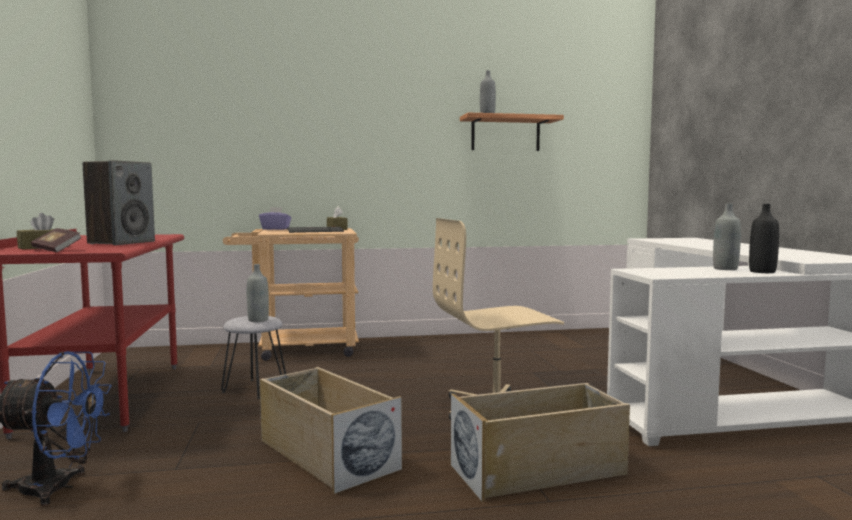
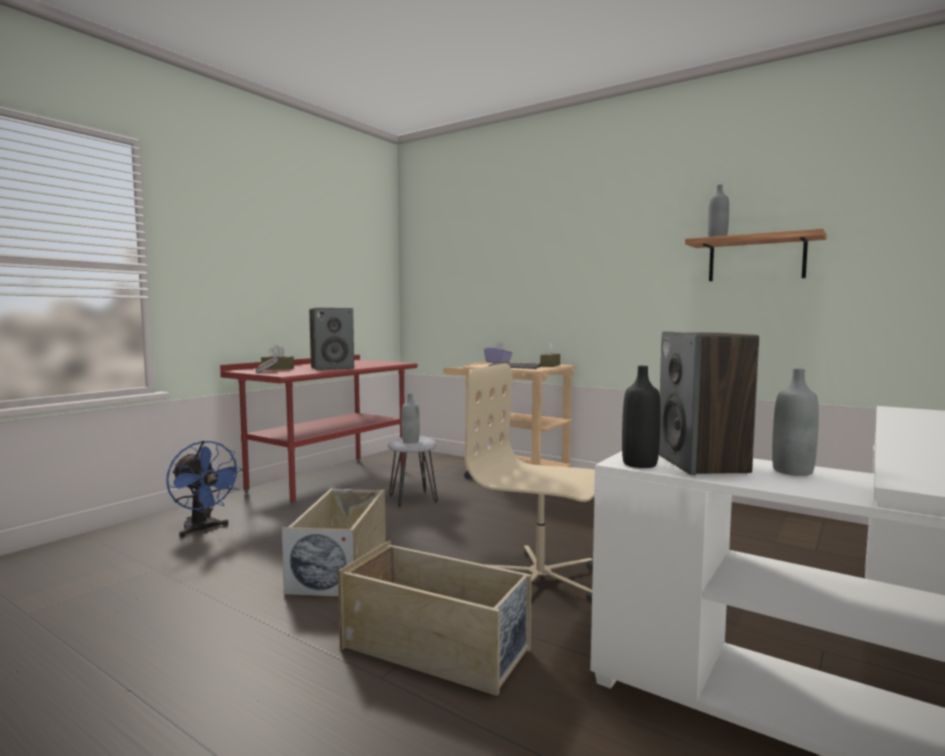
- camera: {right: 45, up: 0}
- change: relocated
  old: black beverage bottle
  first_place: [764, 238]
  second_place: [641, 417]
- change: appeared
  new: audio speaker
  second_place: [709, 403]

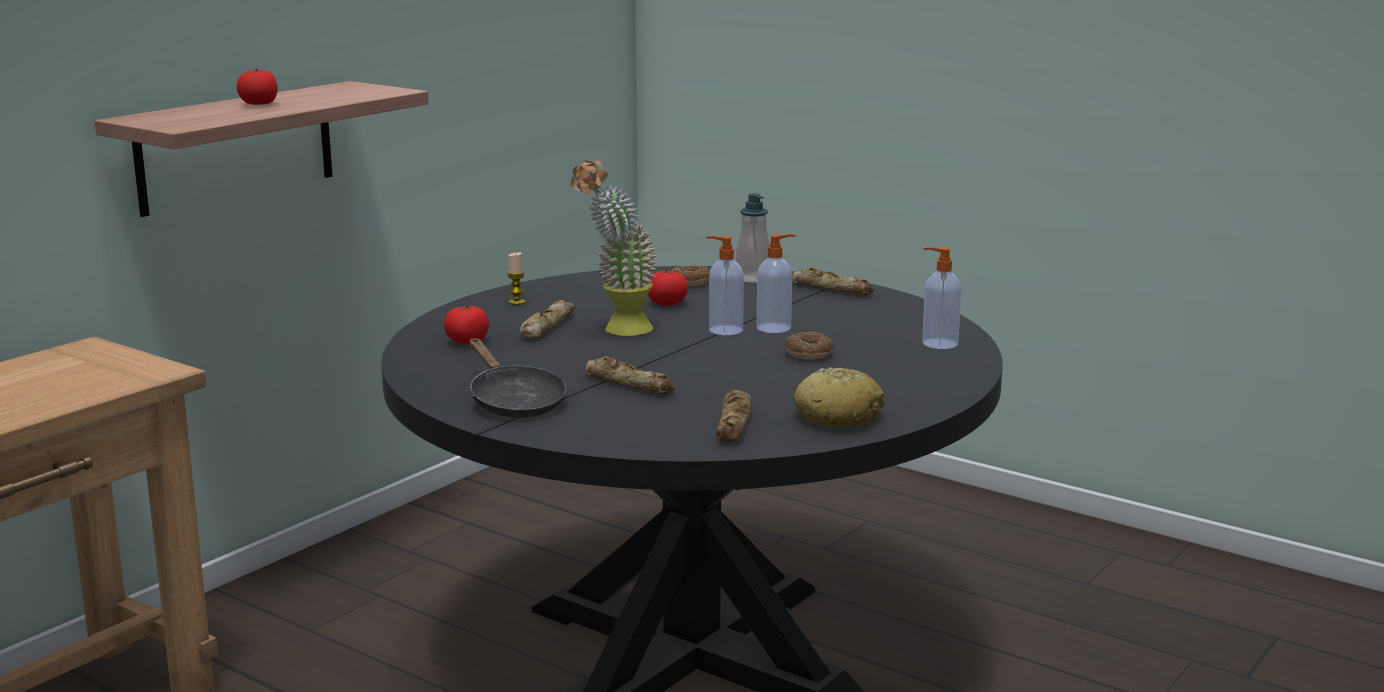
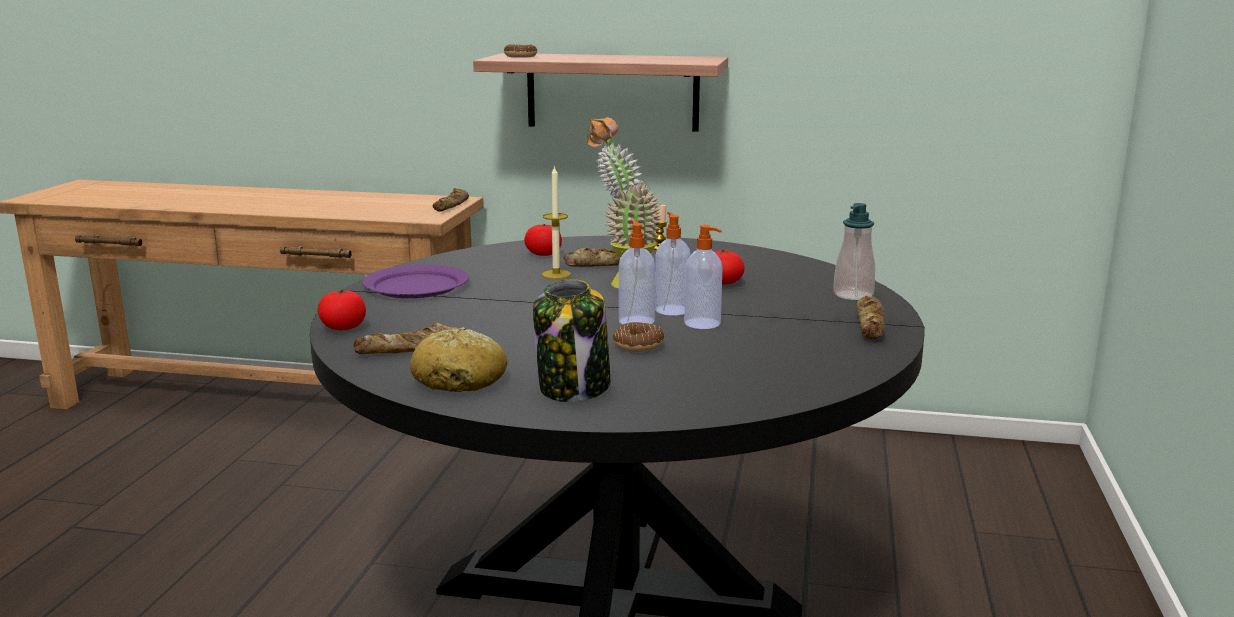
- camera: {right: 65, up: 0}
- change: relocated
  old: fresh tomato
  first_place: [257, 87]
  second_place: [342, 310]
- change: exchanged
  old: black pan
  new: purplish flat dish
  first_place: [517, 378]
  second_place: [415, 281]
- change: relocated
  old: baked bread
  first_place: [630, 375]
  second_place: [451, 199]
- change: relocated
  old: ring doughnut
  first_place: [690, 275]
  second_place: [520, 51]
- change: relocated
  old: liquid soap bottle
  first_place: [941, 298]
  second_place: [637, 272]
- change: appeared
  new: preserve jar
  second_place: [571, 340]
- change: appeared
  new: wax candle
  second_place: [556, 222]

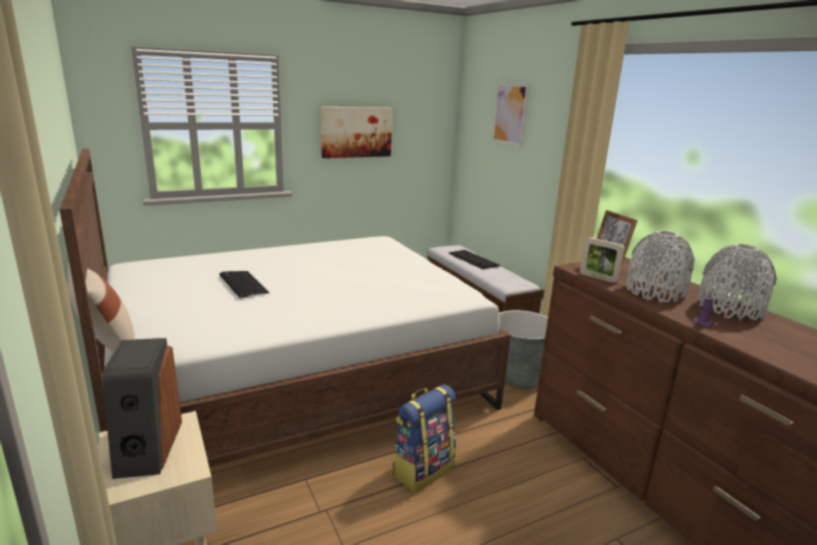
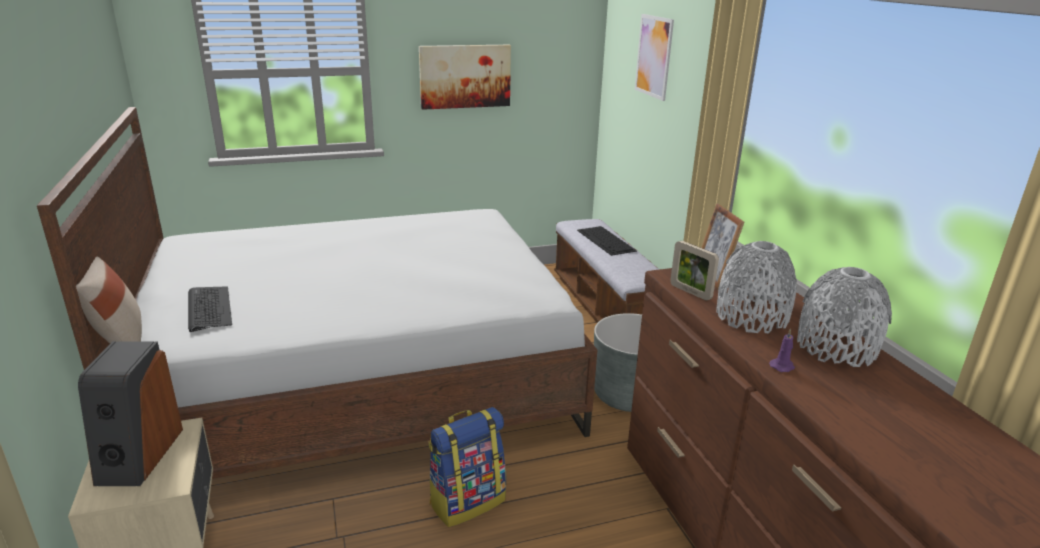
- camera: {right: 10, up: 5}
- change: relocated
  old: keyboard
  first_place: [244, 284]
  second_place: [210, 309]

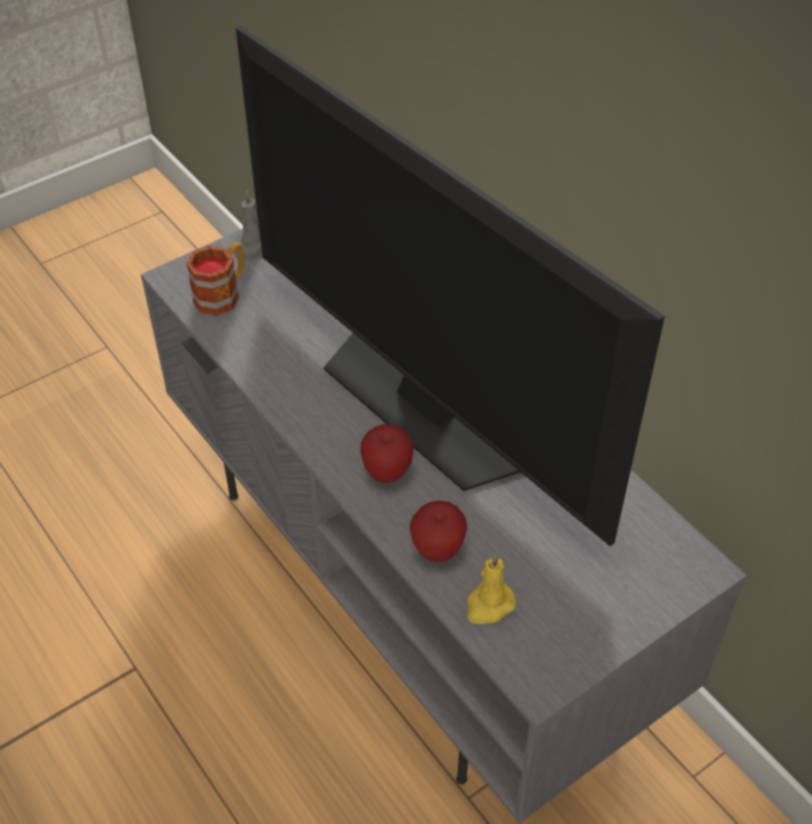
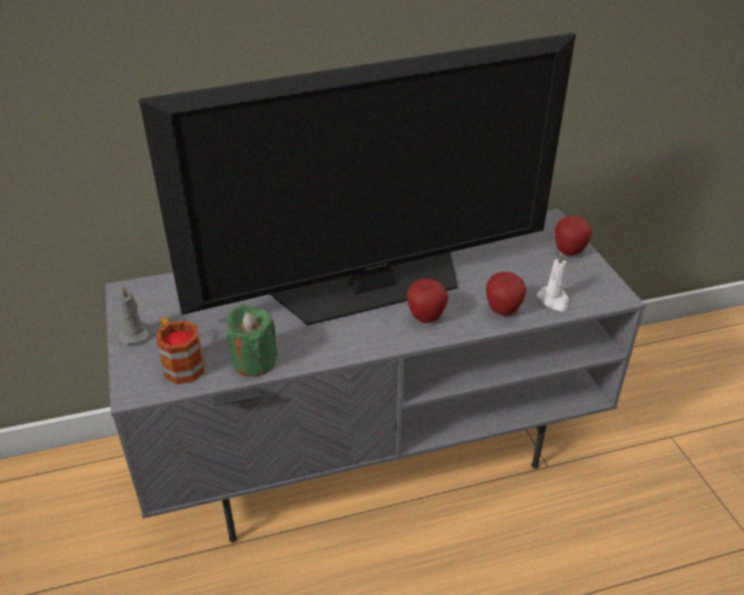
- camera: {right: -70, up: -10}
- change: colour
  old: yellow wax candle
  new: white-coloured wax candle
  first_place: [491, 588]
  second_place: [553, 281]
- change: appeared
  new: green-coloured wax candle
  second_place: [252, 340]
- change: appeared
  new: apple
  second_place: [573, 236]

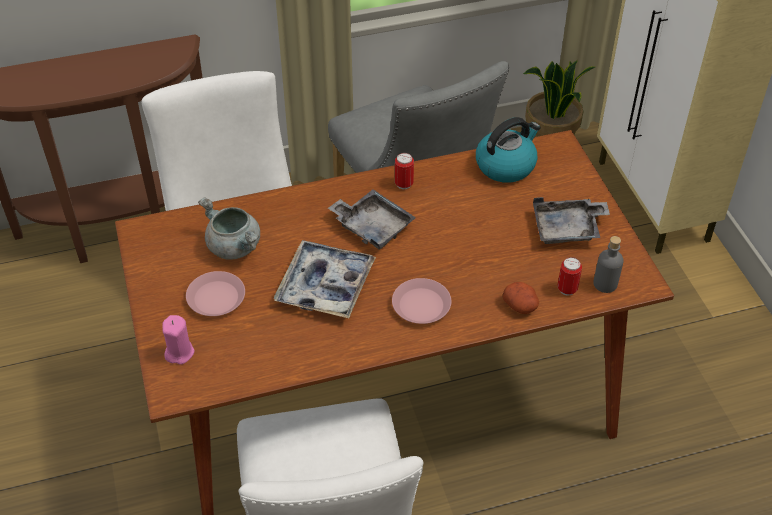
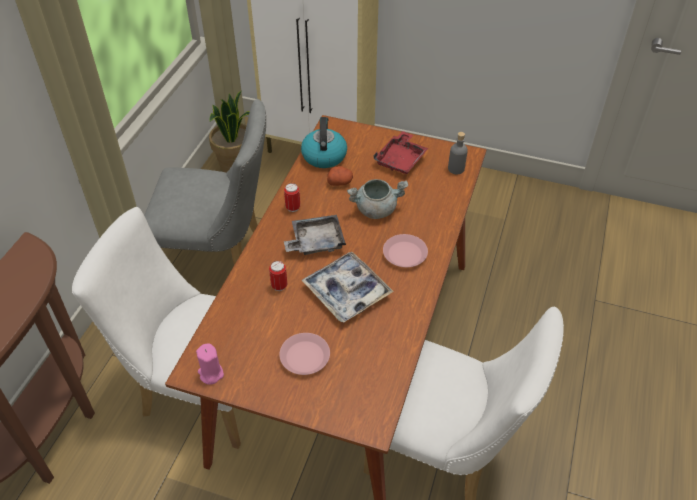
- camera: {right: -55, up: 0}
- change: relocated
  old: pinkish wax candle
  first_place: [178, 340]
  second_place: [210, 364]
- change: relocated
  old: grey stockpot
  first_place: [229, 228]
  second_place: [377, 199]
- change: relocated
  old: potato
  first_place: [521, 298]
  second_place: [340, 176]
- change: colour
  old: grey serving tray
  new: red serving tray
  first_place: [571, 220]
  second_place: [400, 152]
- change: relocated
  old: sealed can
  first_place: [569, 276]
  second_place: [278, 276]

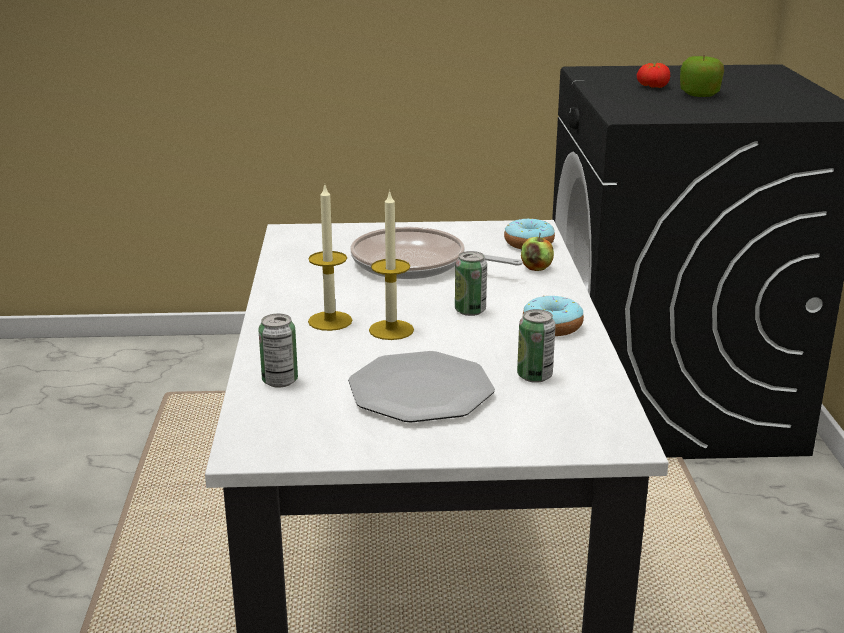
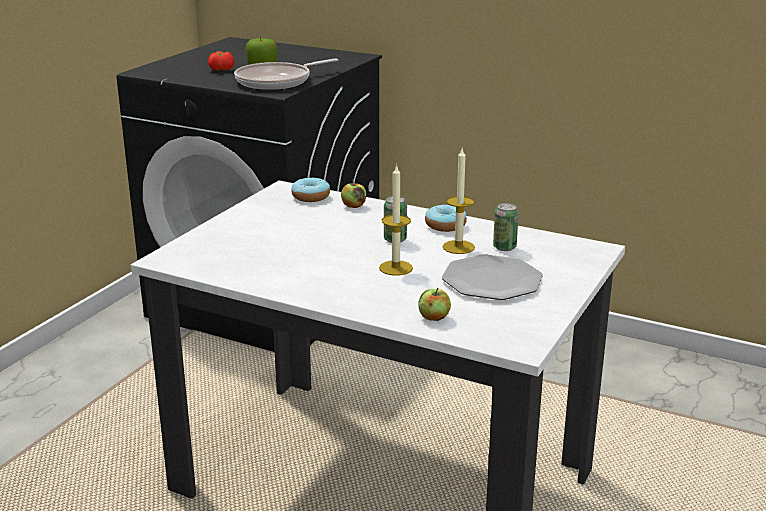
- camera: {right: -60, up: 0}
- change: exchanged
  old: sealed can
  new: apple
  first_place: [278, 351]
  second_place: [434, 304]
- change: relocated
  old: wax candle
  first_place: [330, 258]
  second_place: [459, 201]
- change: relocated
  old: pan
  first_place: [436, 253]
  second_place: [286, 74]

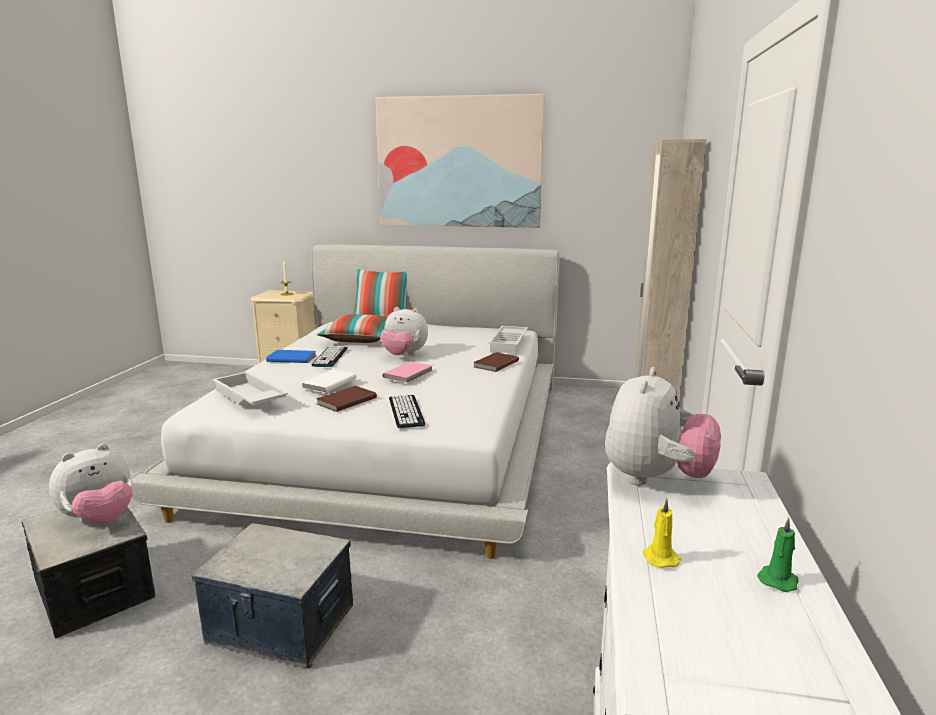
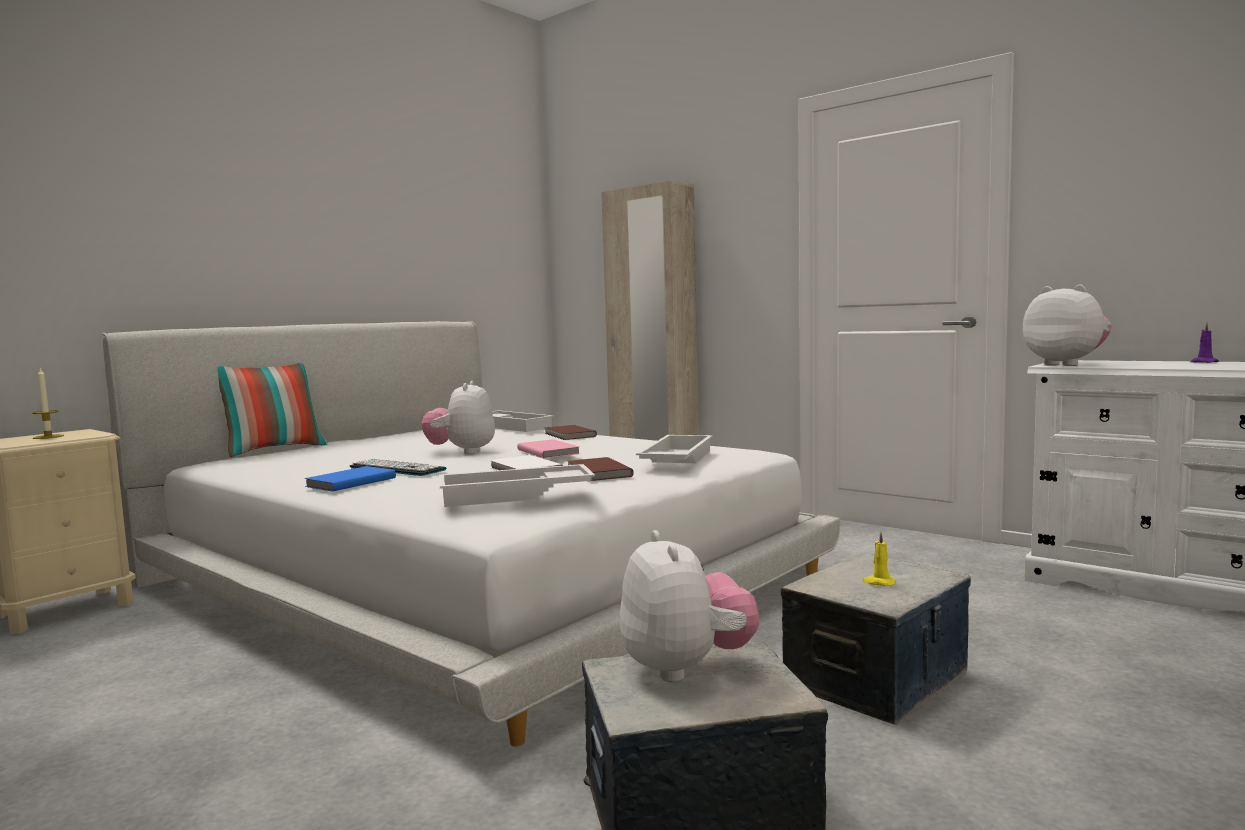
- camera: {right: -60, up: -10}
- change: missing
  old: throw pillow
  first_place: [352, 328]
- change: missing
  old: picture
  first_place: [459, 161]
- change: spun
  old: soft toy
  first_place: [404, 331]
  second_place: [458, 417]
  degrees: 135
- change: exchanged
  old: keyboard
  new: white-coloured serving tray
  first_place: [407, 411]
  second_place: [674, 449]
- change: relocated
  old: yellow wax candle
  first_place: [662, 533]
  second_place: [879, 559]
- change: colour
  old: green-coloured wax candle
  new: purplish wax candle
  first_place: [777, 555]
  second_place: [1204, 342]

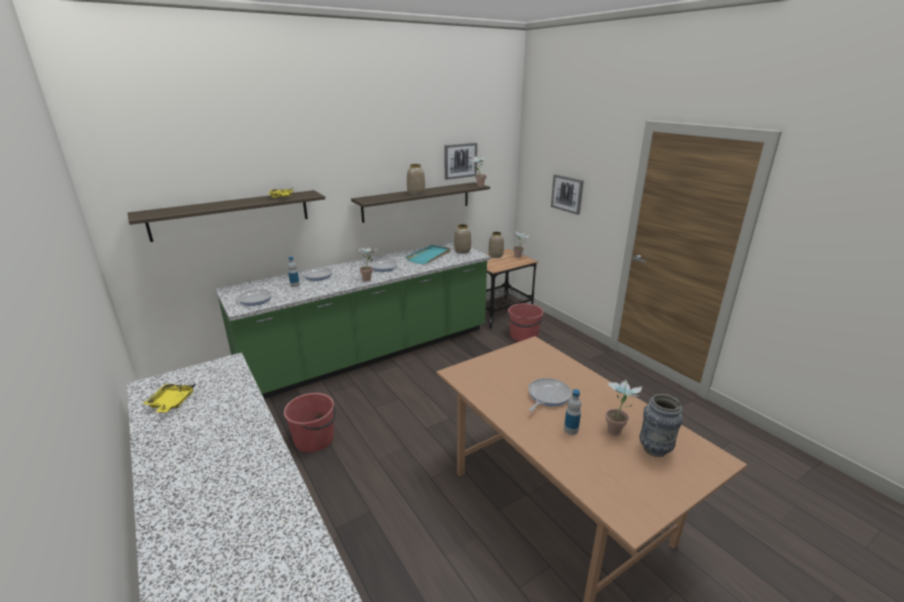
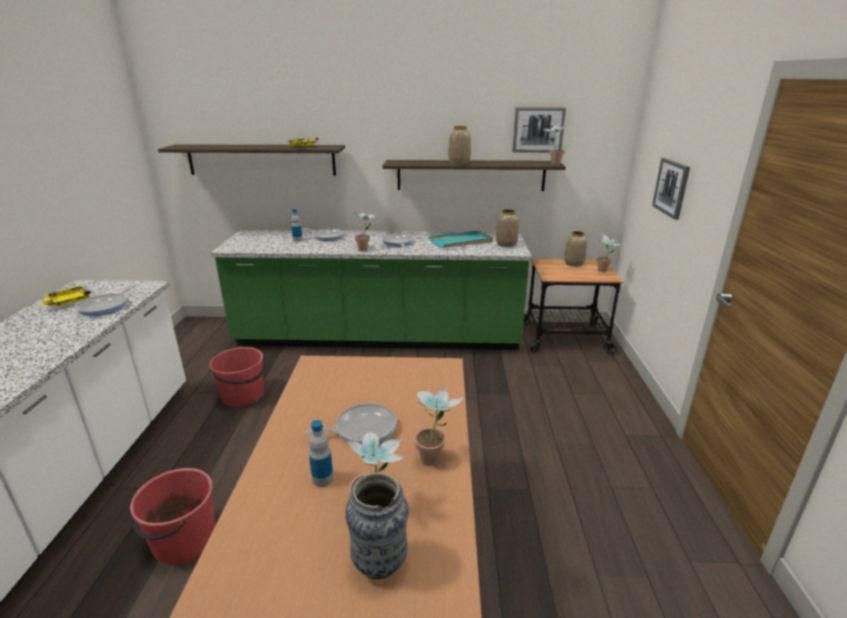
- camera: {right: 35, up: 0}
- change: relocated
  old: pan
  first_place: [255, 294]
  second_place: [106, 300]
- change: relocated
  old: red bucket
  first_place: [525, 322]
  second_place: [172, 516]
- change: appeared
  new: plant in a pot
  second_place: [438, 427]

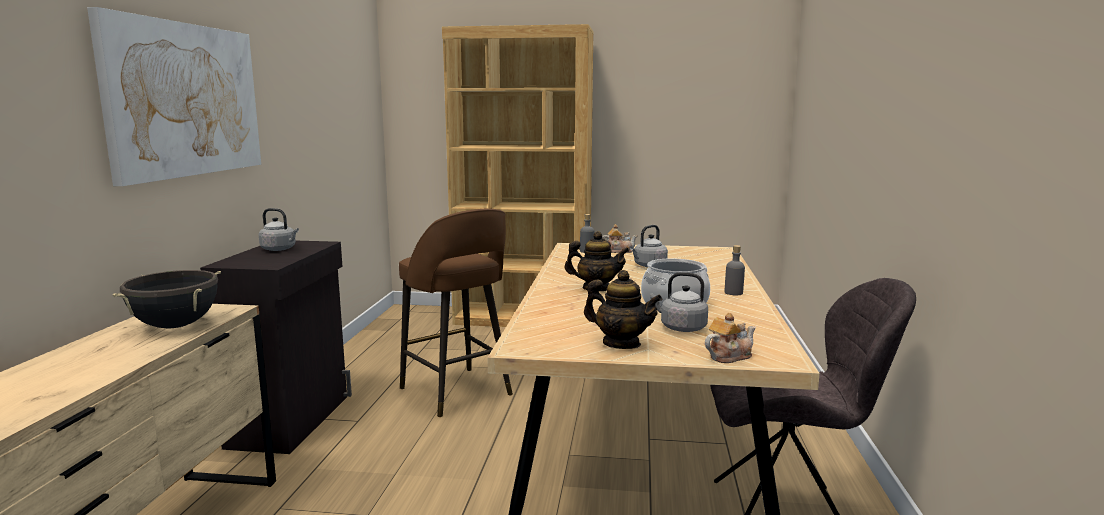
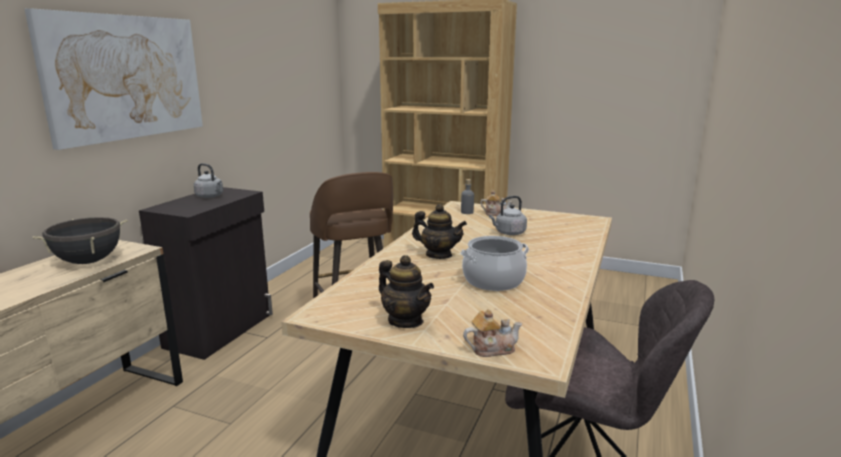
- camera: {right: 15, up: 5}
- change: missing
  old: grey tea kettle
  first_place: [679, 302]
- change: missing
  old: grey beverage bottle
  first_place: [735, 270]

